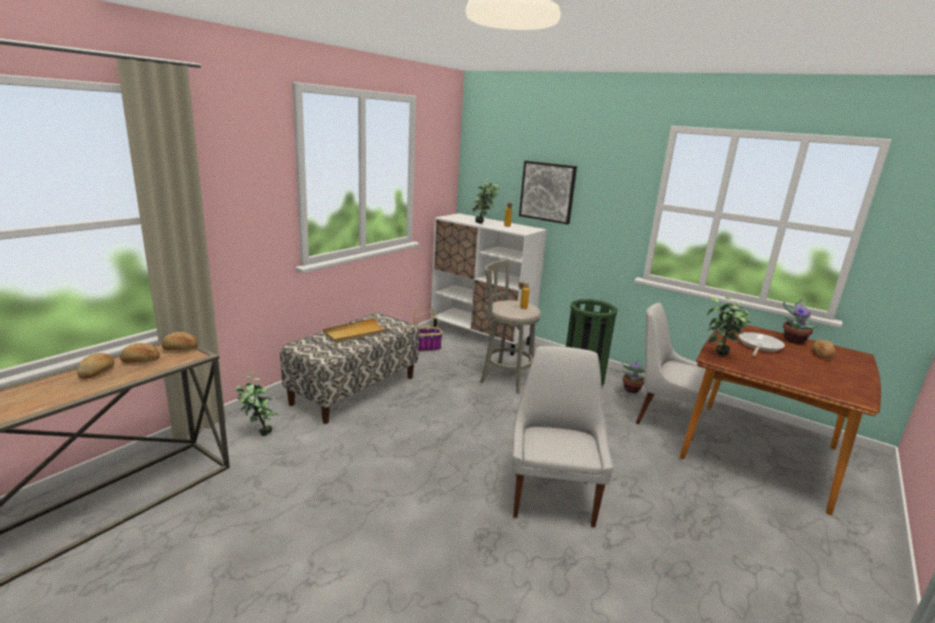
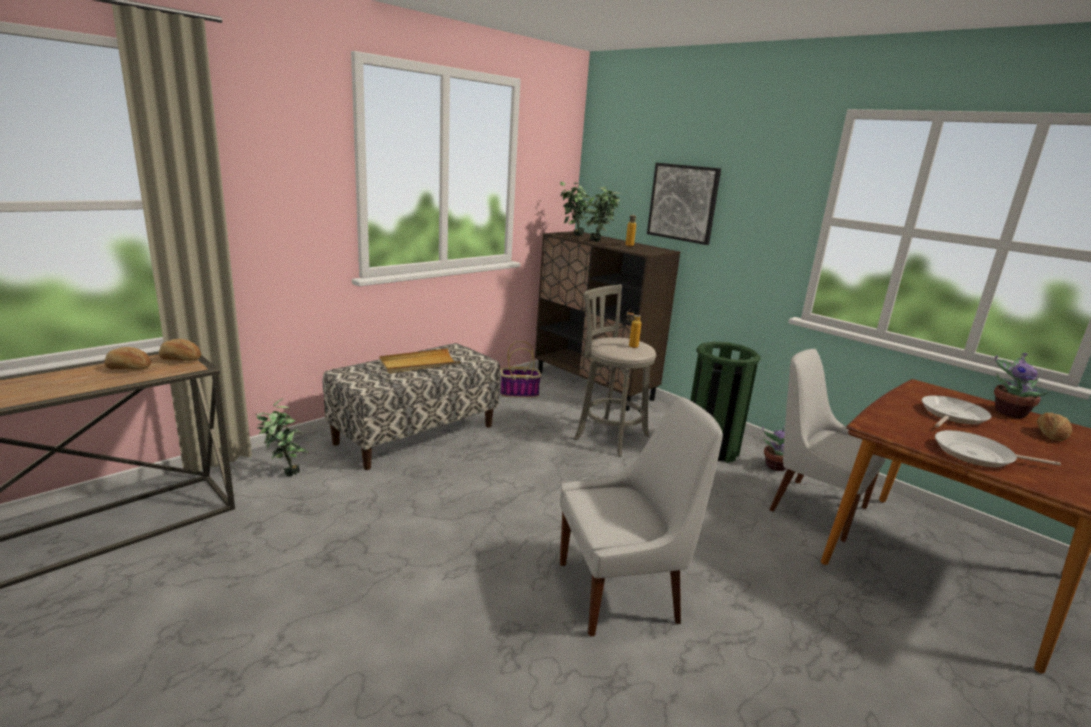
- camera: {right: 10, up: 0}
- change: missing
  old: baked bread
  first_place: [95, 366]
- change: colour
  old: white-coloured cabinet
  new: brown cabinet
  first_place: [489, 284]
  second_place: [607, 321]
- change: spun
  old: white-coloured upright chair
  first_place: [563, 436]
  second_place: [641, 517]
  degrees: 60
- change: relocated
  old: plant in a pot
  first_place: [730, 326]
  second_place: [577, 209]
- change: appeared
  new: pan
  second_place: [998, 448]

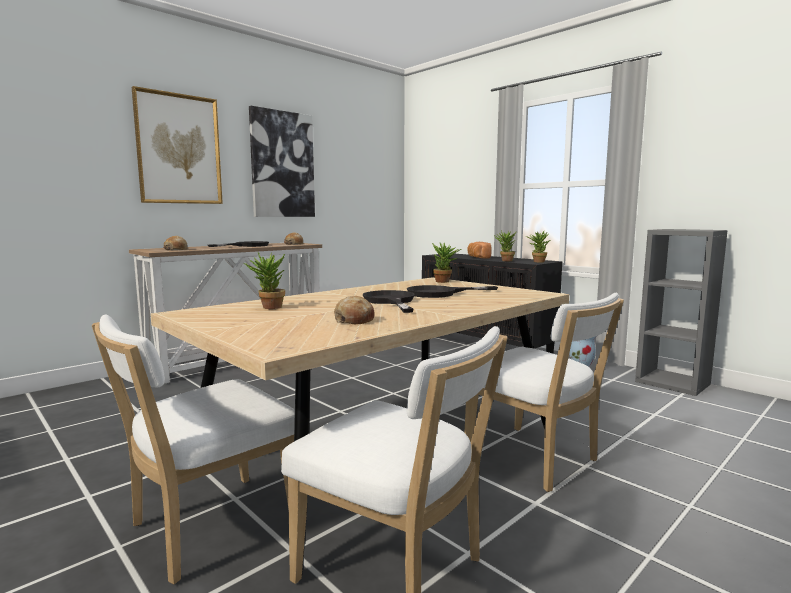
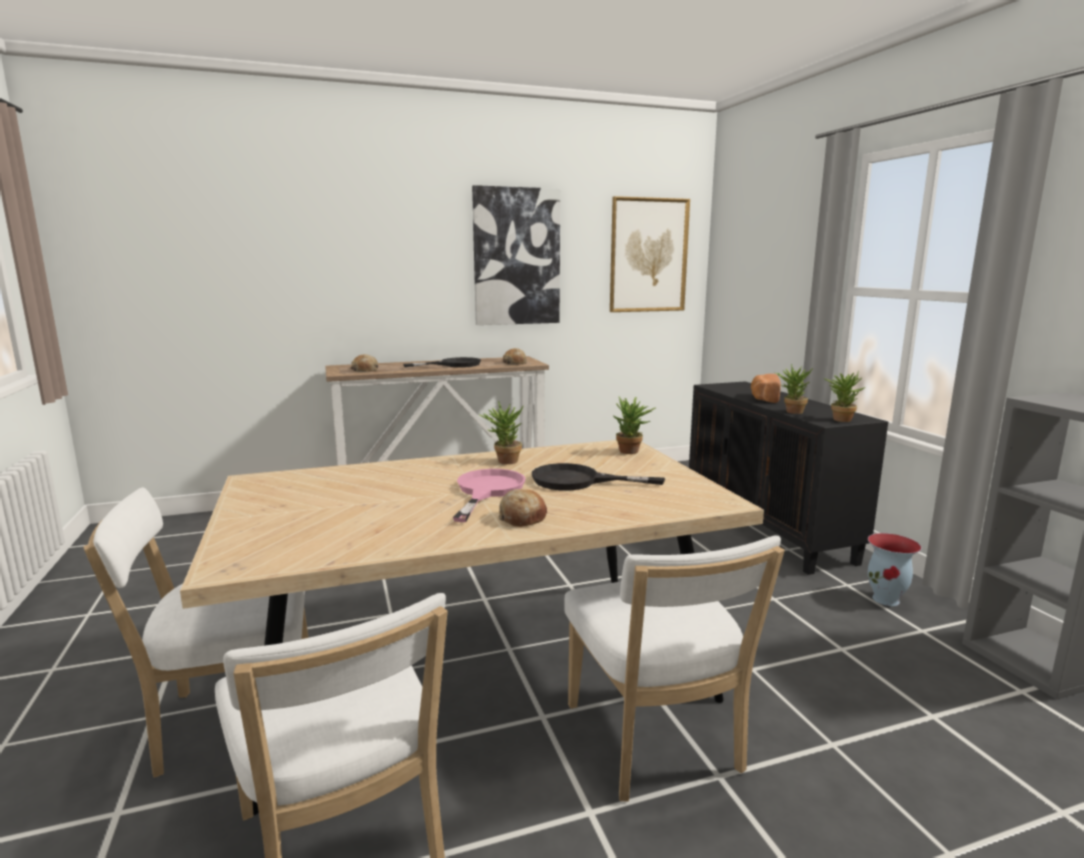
- camera: {right: 25, up: 5}
- change: relocated
  old: picture
  first_place: [177, 145]
  second_place: [650, 254]
- change: relocated
  old: plant in a pot
  first_place: [265, 280]
  second_place: [501, 432]
- change: relocated
  old: baked bread
  first_place: [354, 310]
  second_place: [522, 508]
- change: colour
  old: black pan
  new: pinkish pan
  first_place: [389, 301]
  second_place: [489, 495]

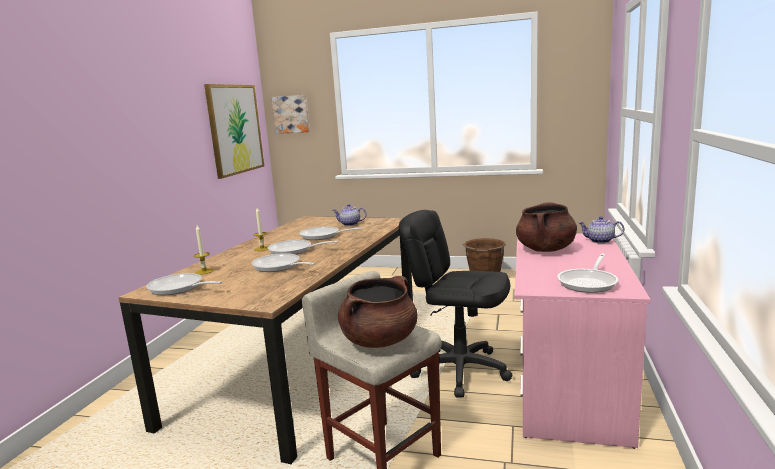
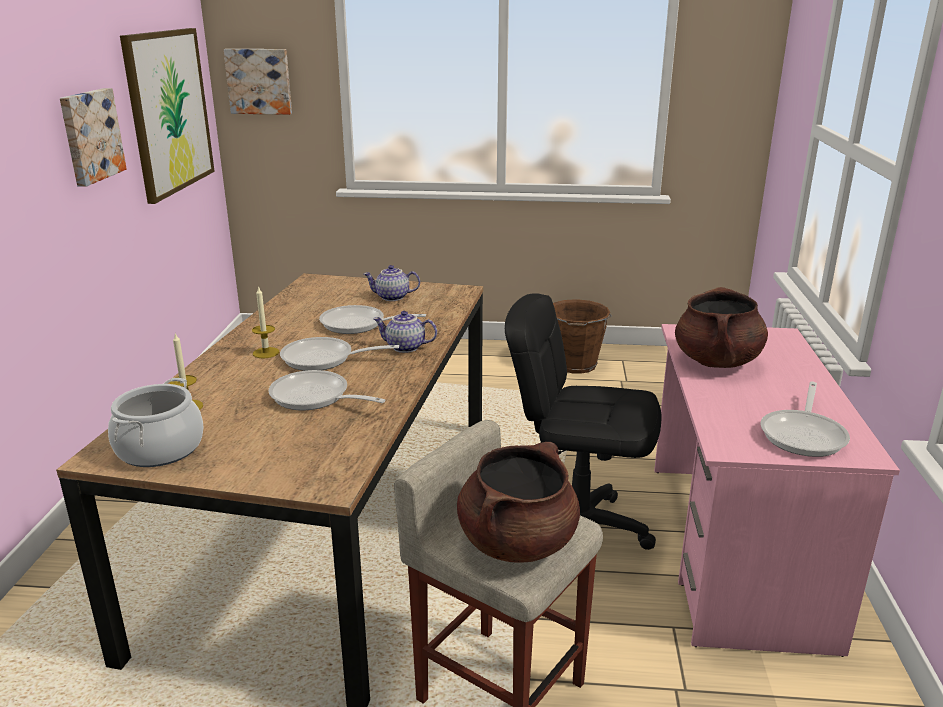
- camera: {right: -10, up: 10}
- change: exchanged
  old: pan
  new: stockpot
  first_place: [184, 284]
  second_place: [156, 422]
- change: relocated
  old: tea pot
  first_place: [601, 229]
  second_place: [405, 332]
- change: appeared
  new: picture
  second_place: [93, 137]

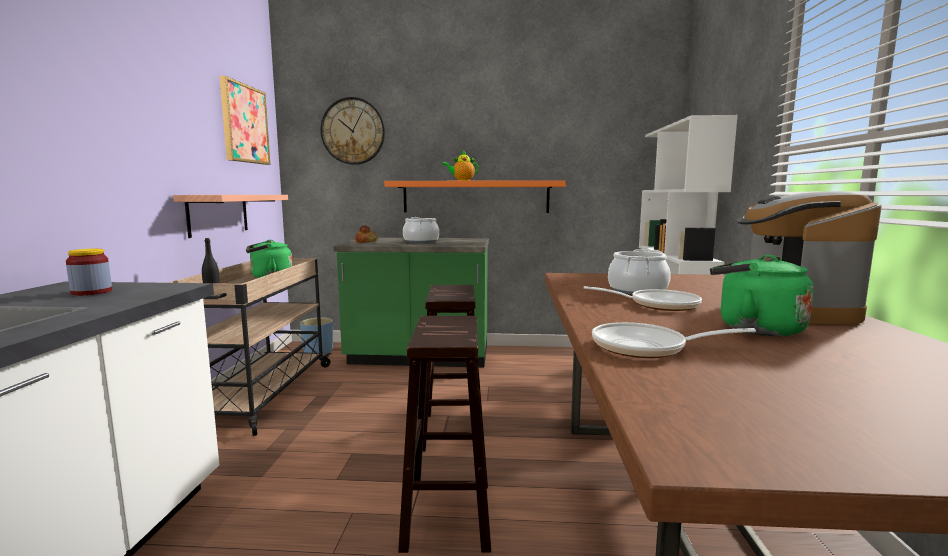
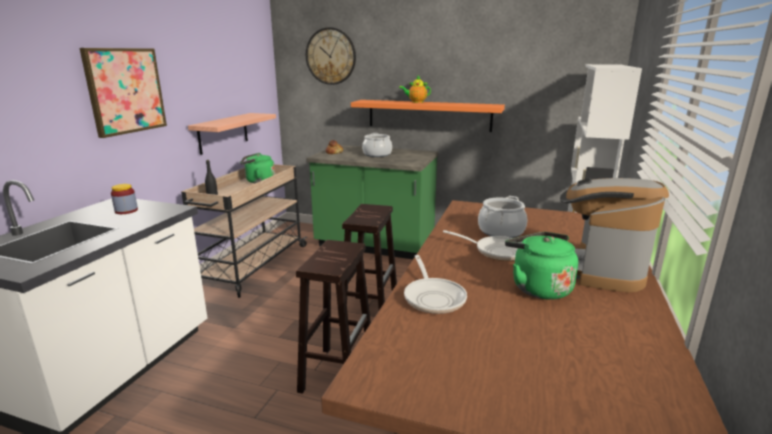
- camera: {right: 15, up: 10}
- change: relocated
  old: picture
  first_place: [245, 120]
  second_place: [123, 93]
- change: missing
  old: blue-coloured flower pot
  first_place: [316, 336]
- change: spun
  old: pan
  first_place: [674, 340]
  second_place: [435, 284]
  degrees: -120

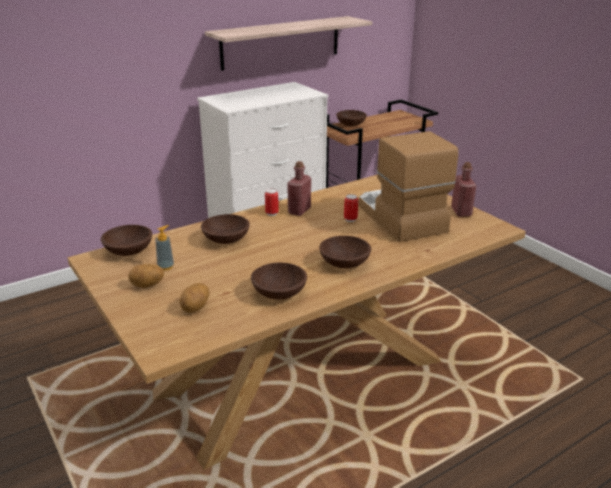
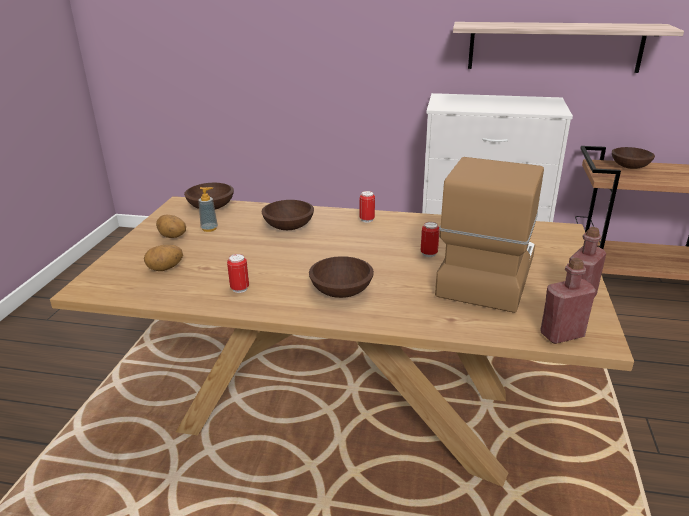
- camera: {right: 45, up: 0}
- change: exchanged
  old: brown deep dish
  new: sealed can
  first_place: [279, 281]
  second_place: [238, 273]
- change: relocated
  old: red beverage bottle
  first_place: [299, 188]
  second_place: [568, 301]

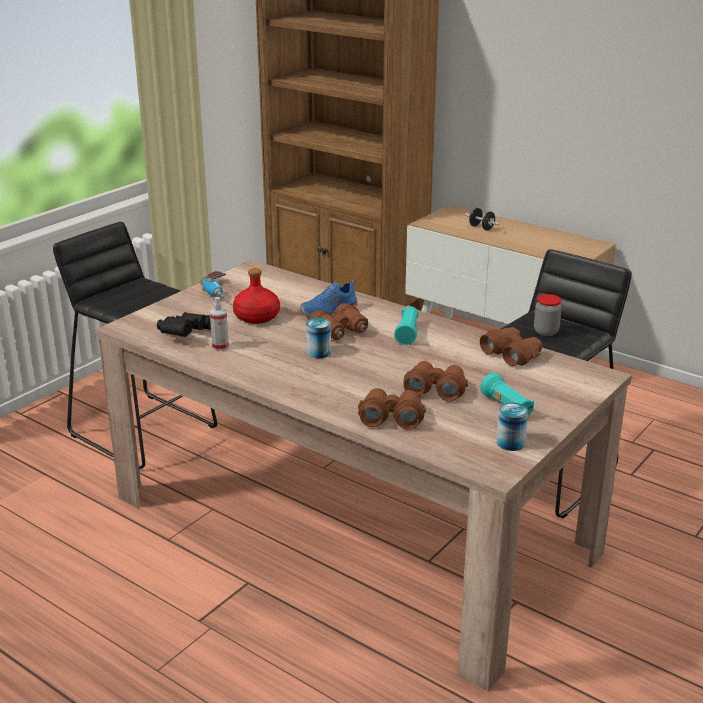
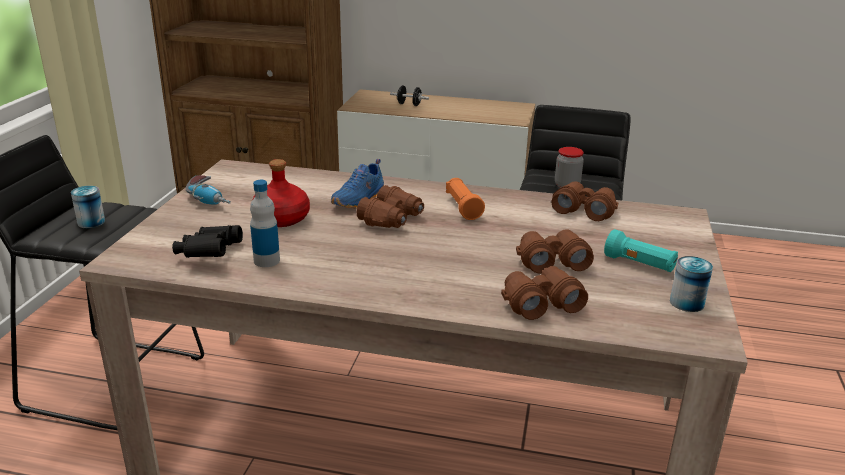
- camera: {right: -25, up: 0}
- change: exchanged
  old: spray bottle
  new: beverage bottle
  first_place: [219, 324]
  second_place: [265, 223]
- change: relocated
  old: sealed can
  first_place: [318, 338]
  second_place: [88, 207]
- change: colour
  old: turquoise-coloured flashlight
  new: orangey flashlight
  first_place: [406, 325]
  second_place: [465, 199]

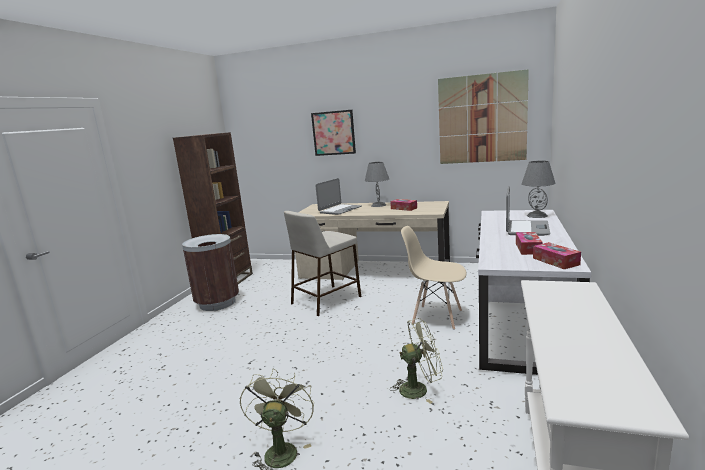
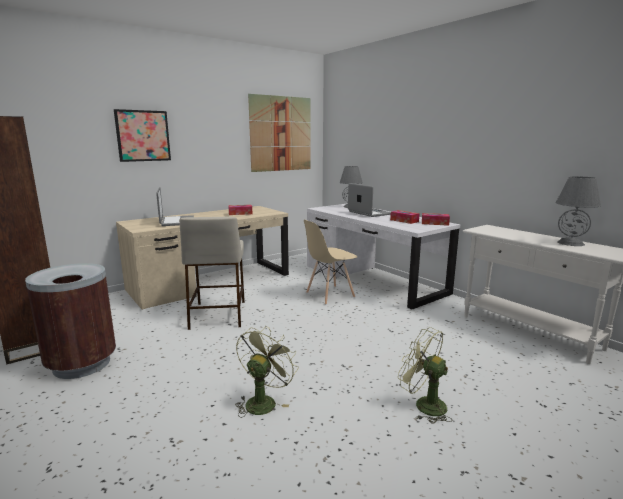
- camera: {right: -55, up: 0}
- change: relocated
  old: grey lamp for a table
  first_place: [377, 184]
  second_place: [578, 211]
- change: relocated
  old: green-coloured cooling fan
  first_place: [416, 361]
  second_place: [266, 372]

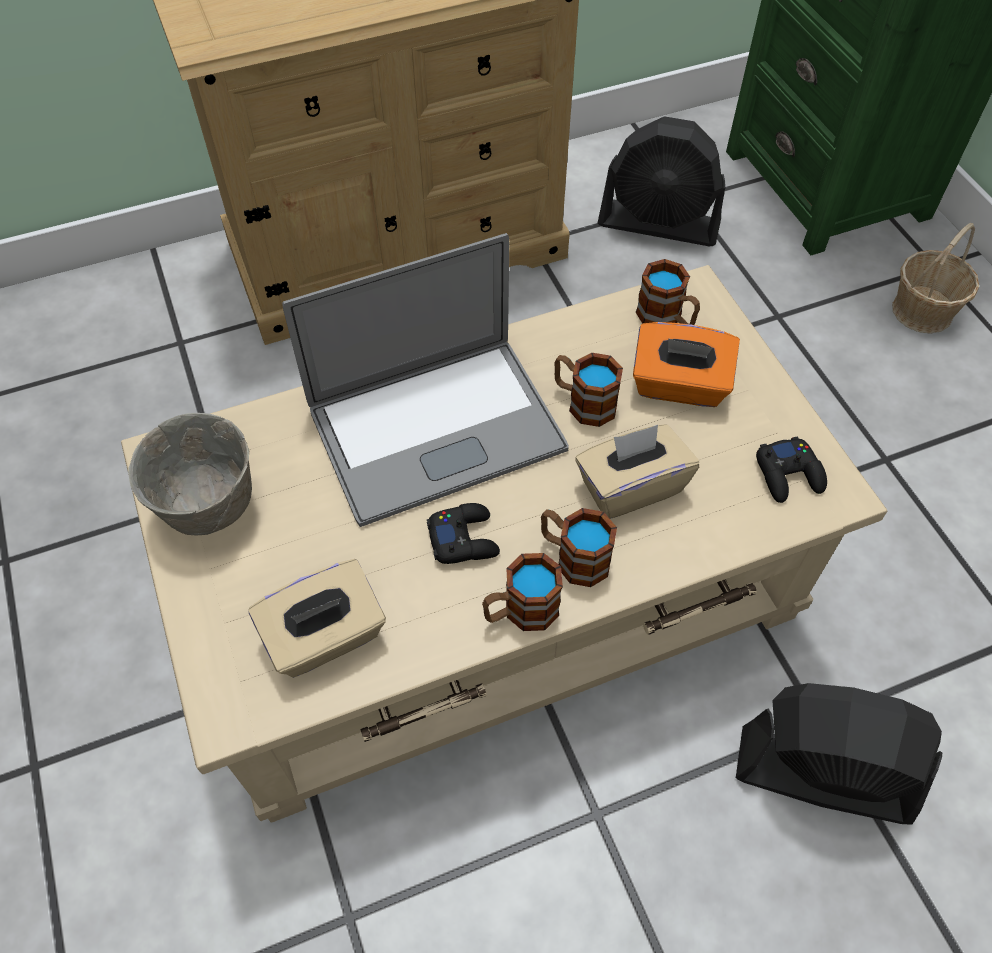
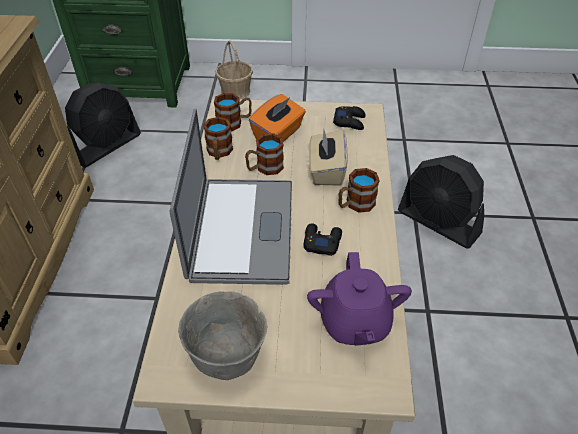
- camera: {right: -65, up: -10}
- change: exchanged
  old: sand-coloured tissue holder
  new: purplish tea pot
  first_place: [317, 618]
  second_place: [359, 299]
- change: relocated
  old: tea mug
  first_place: [522, 592]
  second_place: [218, 138]
- change: spun
  old: black cooling fan
  first_place: [839, 753]
  second_place: [441, 202]
  degrees: -90

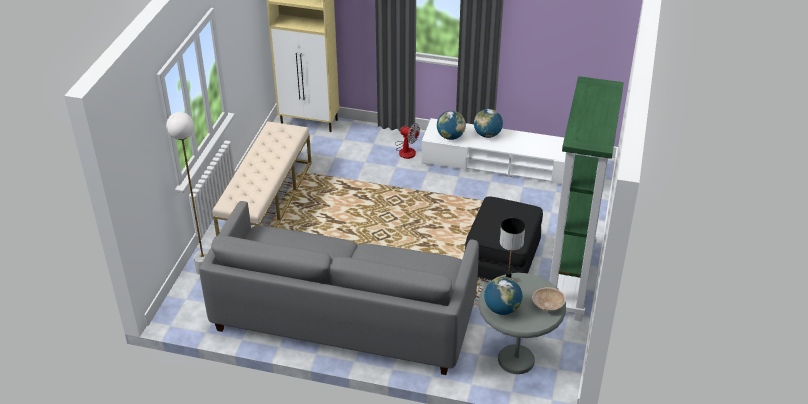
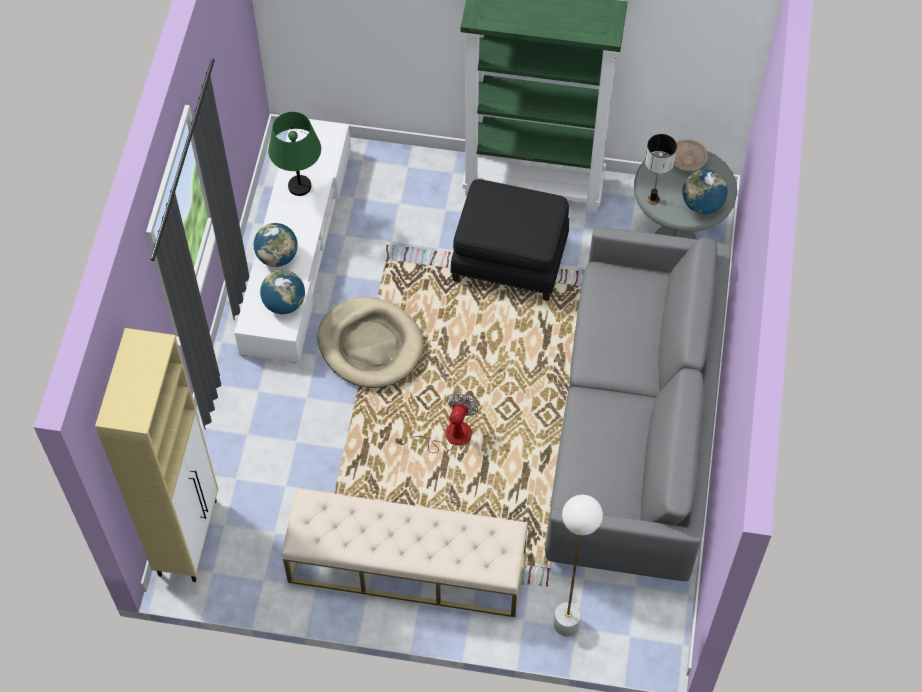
- camera: {right: -95, up: 20}
- change: relocated
  old: cooling fan
  first_place: [407, 139]
  second_place: [437, 423]
- change: appeared
  new: green-coloured lamp for a table
  second_place: [294, 154]
- change: appeared
  new: sand-coloured dog cushion
  second_place: [371, 342]

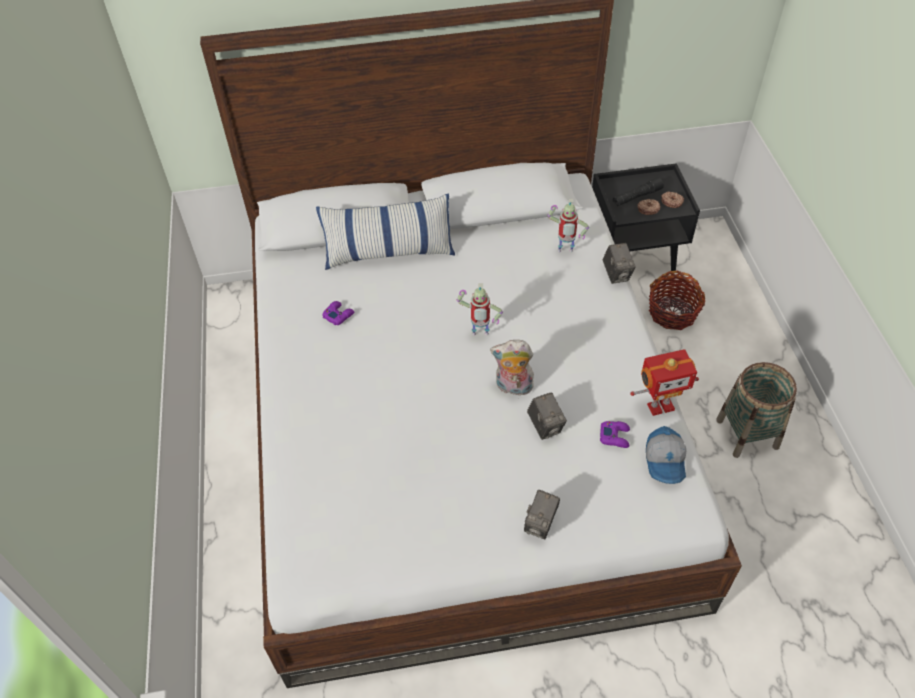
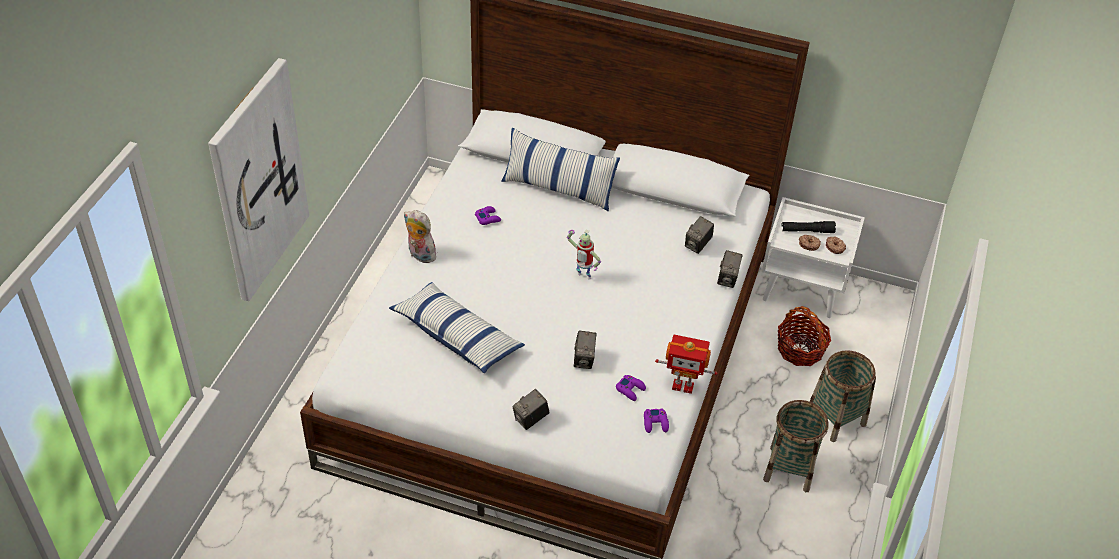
- camera: {right: 25, up: -5}
- change: relocated
  old: soft toy
  first_place: [512, 367]
  second_place: [420, 236]
- change: exchanged
  old: toy robot
  new: photo camera
  first_place: [568, 225]
  second_place: [699, 235]
- change: colour
  old: black night table
  new: white-coloured night table
  first_place: [646, 217]
  second_place: [813, 257]
- change: exchanged
  old: peaked cap
  new: purplish joypad
  first_place: [666, 455]
  second_place: [656, 421]
- change: appeared
  new: picture
  second_place: [258, 179]
- change: appeared
  new: throw pillow
  second_place: [457, 327]
- change: appeared
  new: storage basket
  second_place: [843, 396]

